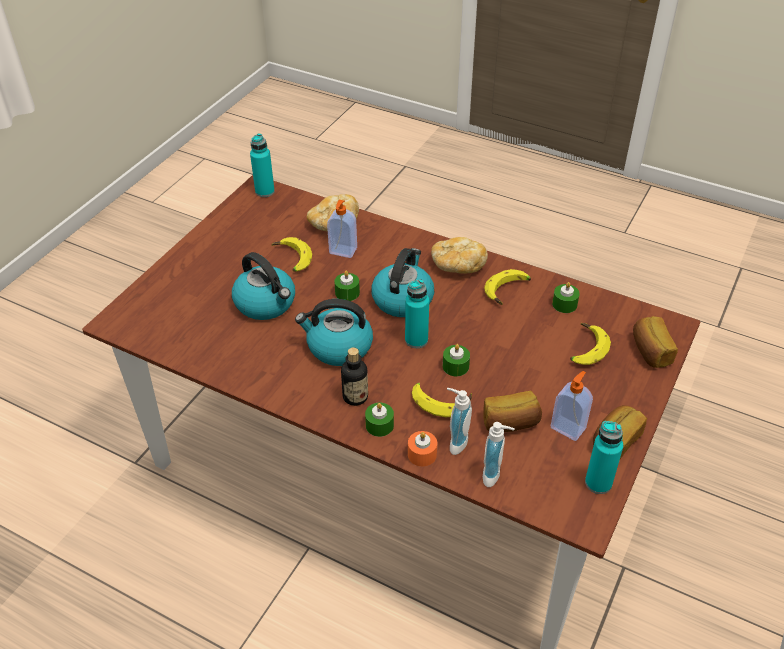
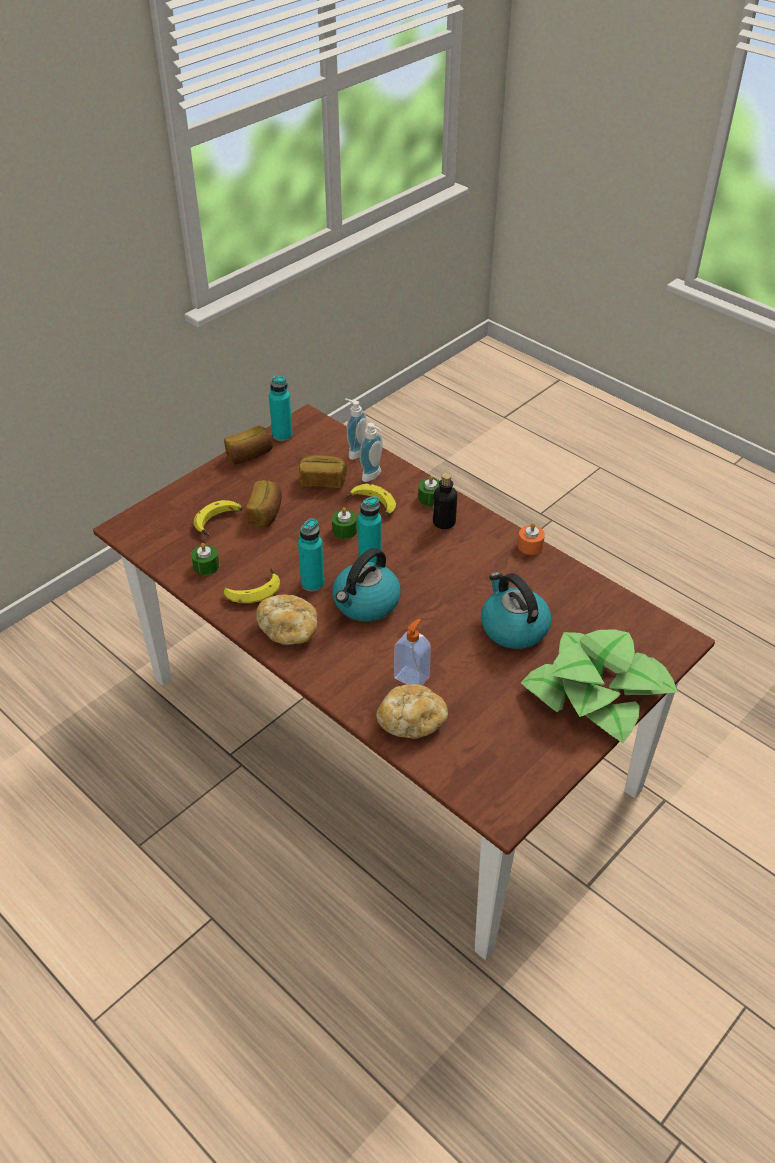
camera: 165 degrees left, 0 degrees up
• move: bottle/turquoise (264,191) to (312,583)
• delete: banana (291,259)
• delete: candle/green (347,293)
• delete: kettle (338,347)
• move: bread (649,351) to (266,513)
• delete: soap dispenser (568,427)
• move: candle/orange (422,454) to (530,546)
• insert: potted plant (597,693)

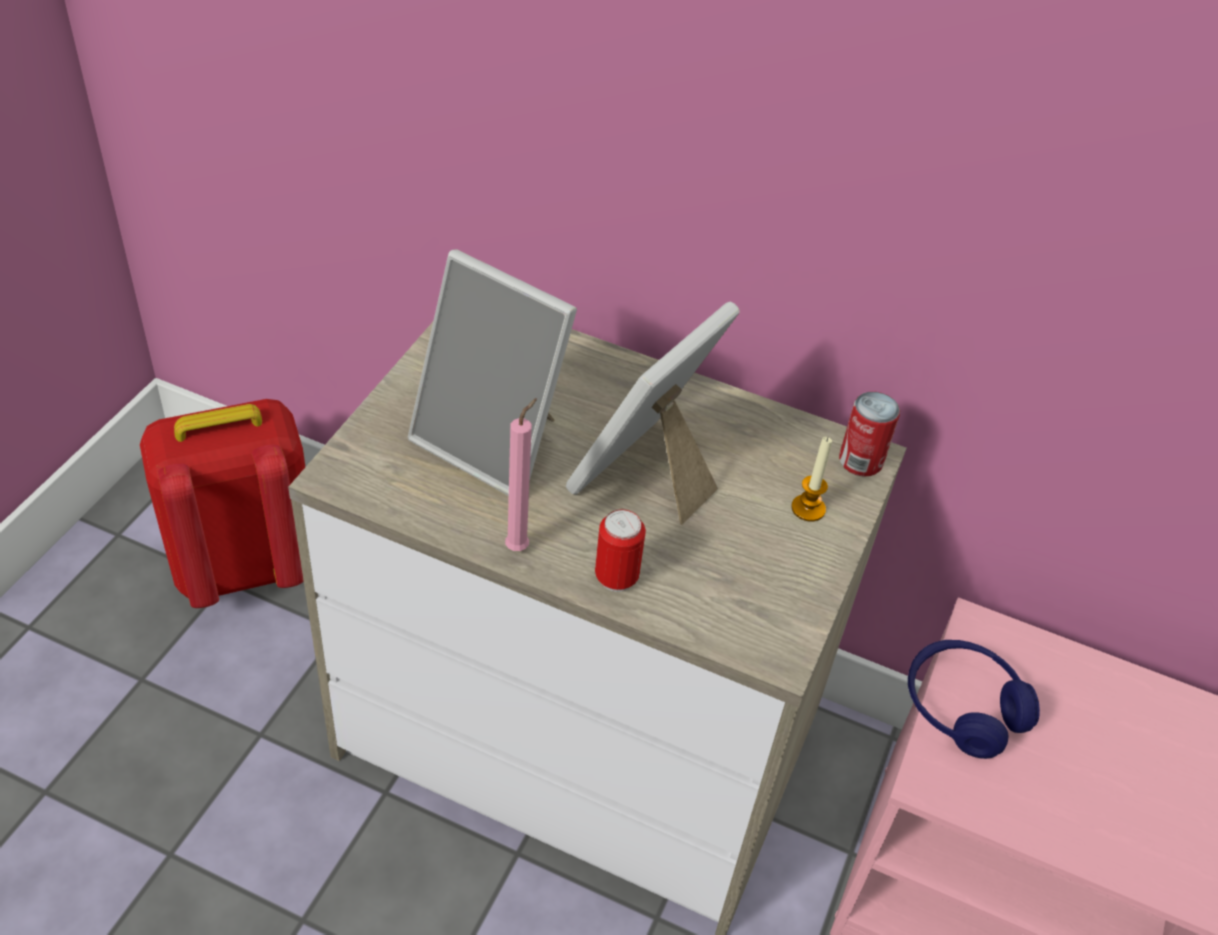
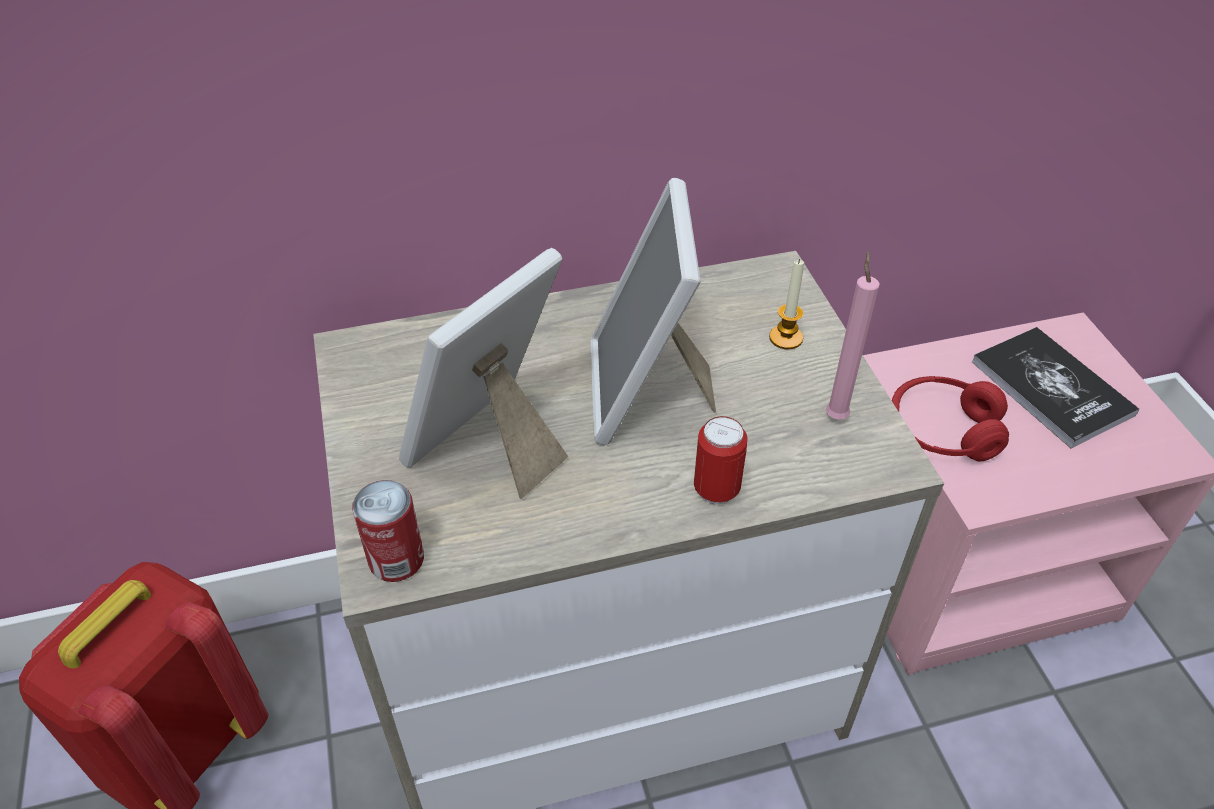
camera: 35 degrees left, 0 degrees up
• rotate: picture frame (494,443) = (492,446) 135 degrees clockwise
• move: can (860,461) to (396,560)
• move: candle/pink (520,546) to (835,414)
• recolor: headphones/blue (963,707) to headphones/red (942,431)
• insert: book (1051,388)

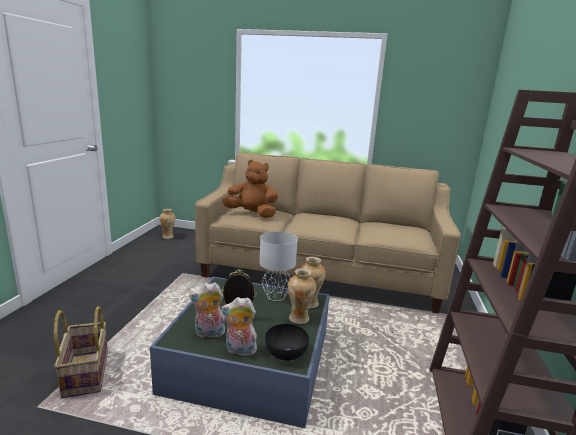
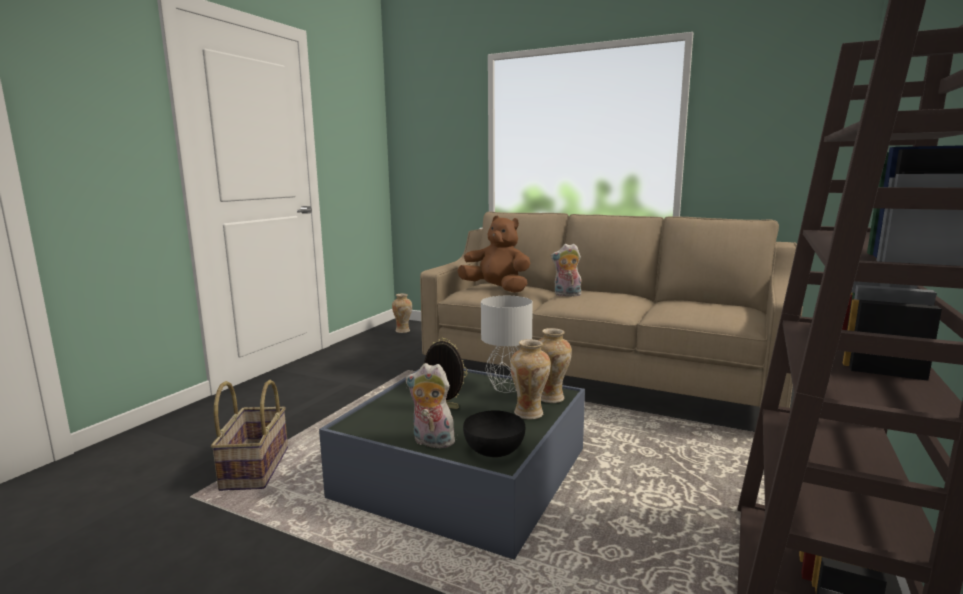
camera: 15 degrees right, 5 degrees down
• move: plush toy (209,334) to (566,295)

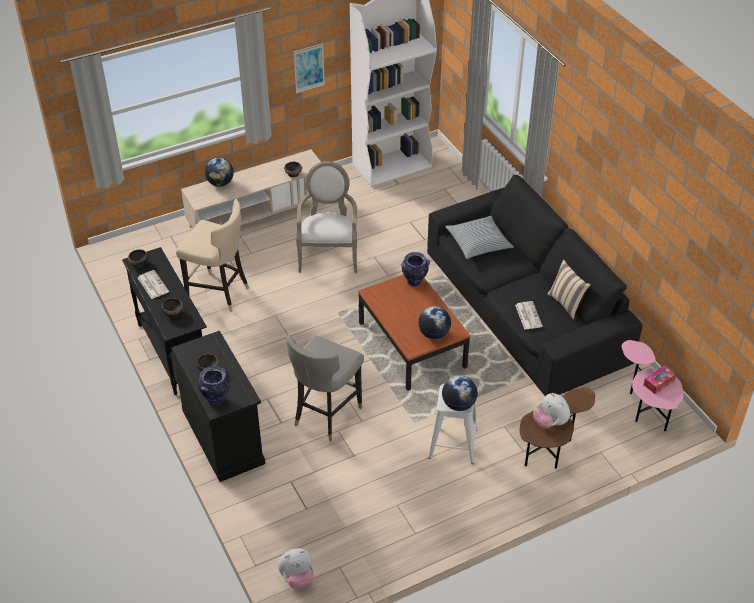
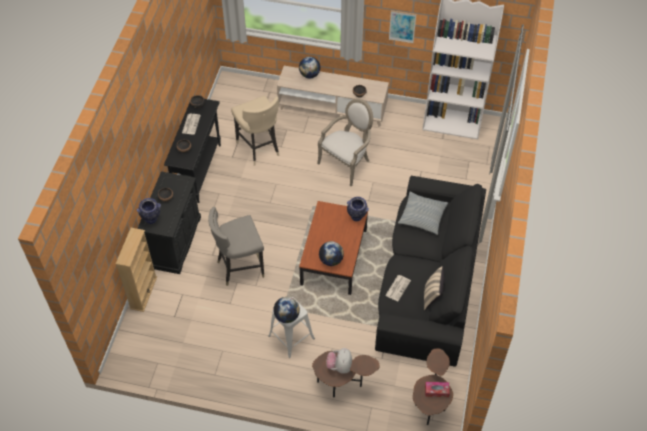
camera: 40 degrees right, 10 degrees up
• recolor: side table/pink (645,409) to side table/brown (430,401)
• delete: plush toy (297,578)
• insert: bookcase/beige (143,292)

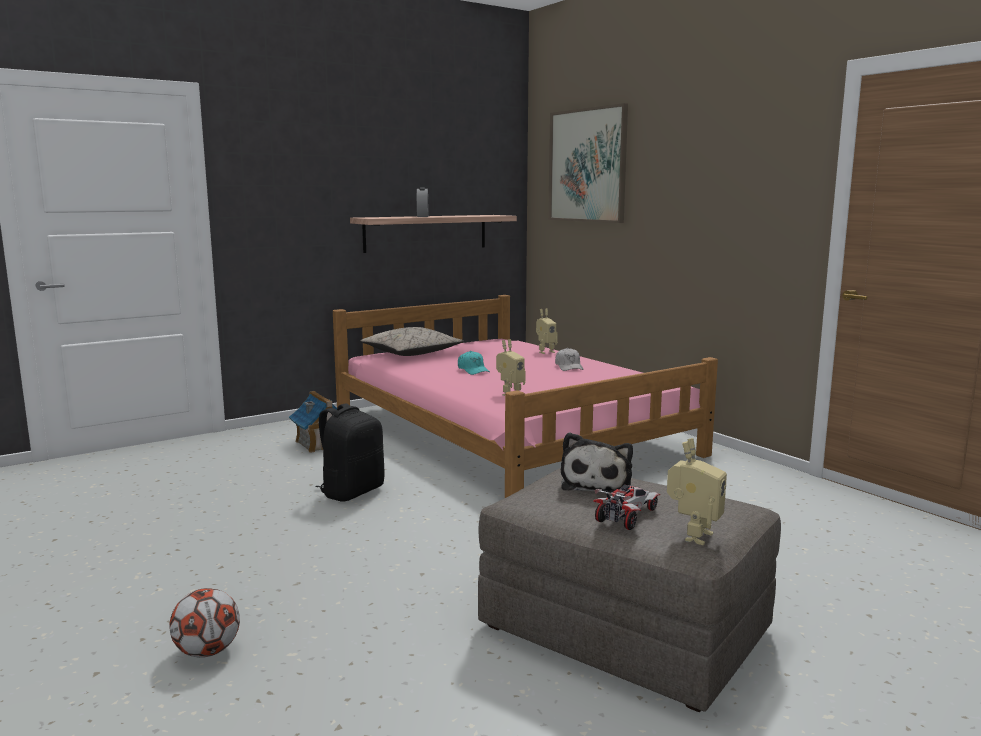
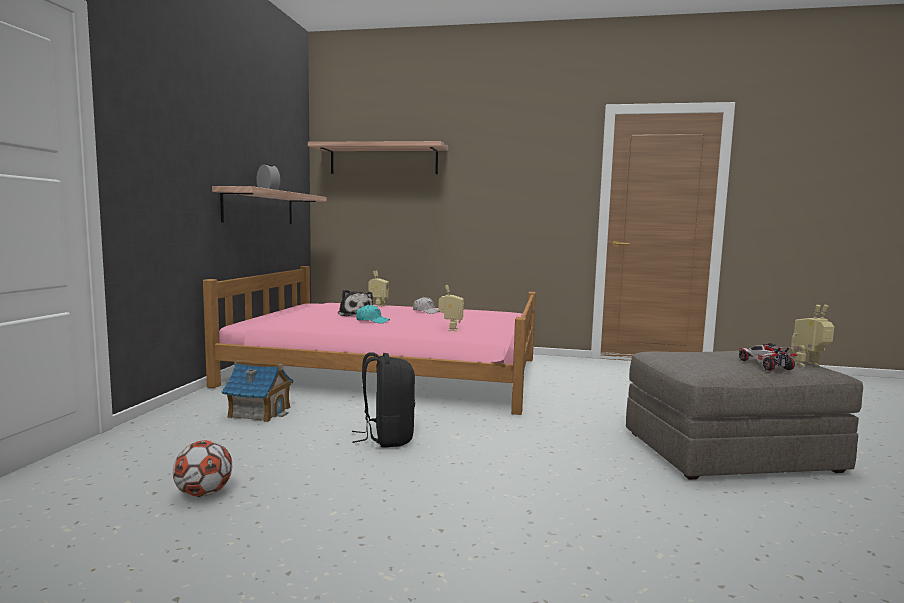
camera: 45 degrees left, 5 degrees down
• replace: picture (587,165) to shelf (383,160)
• delete: pillow/beige (411,353)
• move: plush toy (597,483) to (354,314)
• rotate: toy robot (693,535) = (809,365) 90 degrees counterclockwise
• move: football (207,652) to (204,494)

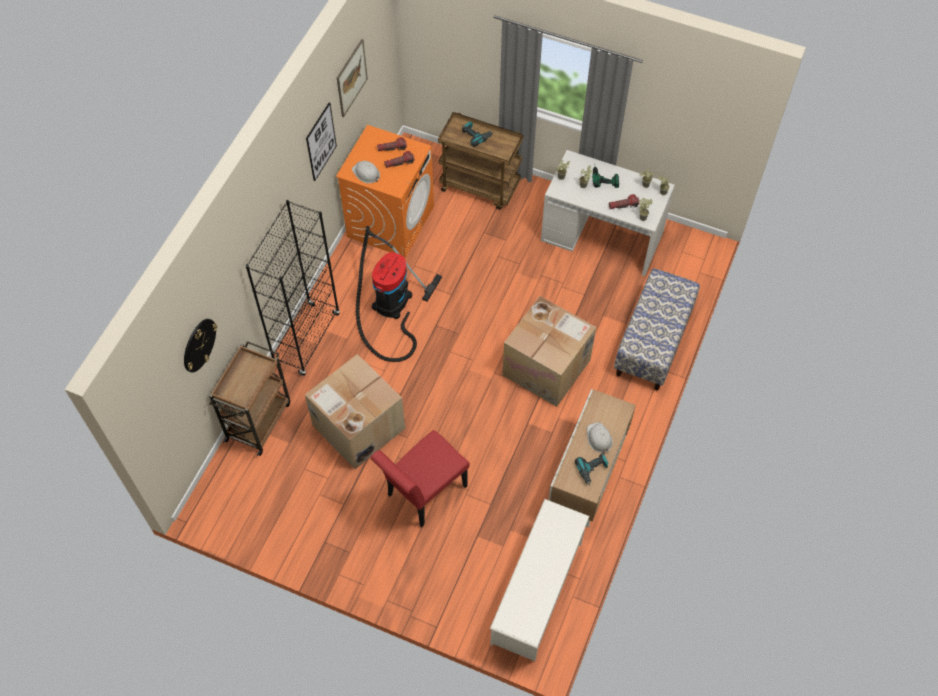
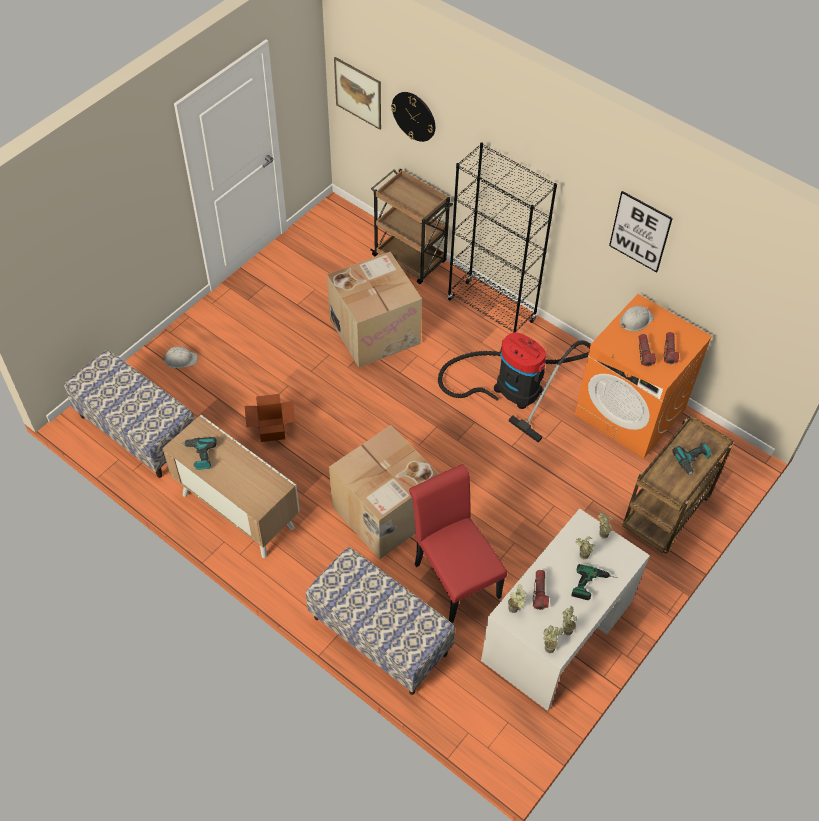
camera: 105 degrees right, 5 degrees down
• move: picture (351,78) to (358,93)
• move: hard hat/white (599,438) to (180,359)
• move: chair/red (423,494) to (453,575)
• replace: shoe rack/white (537,592) to bench (137,431)
• insert: cardboard box (271,430)

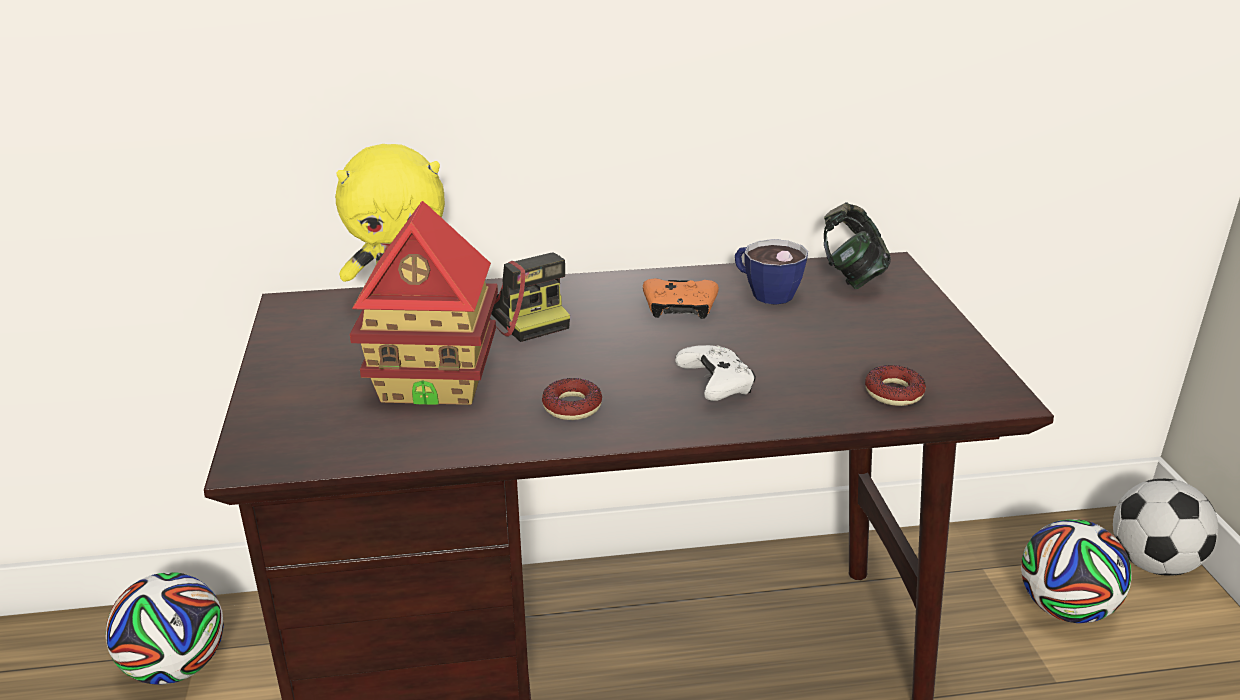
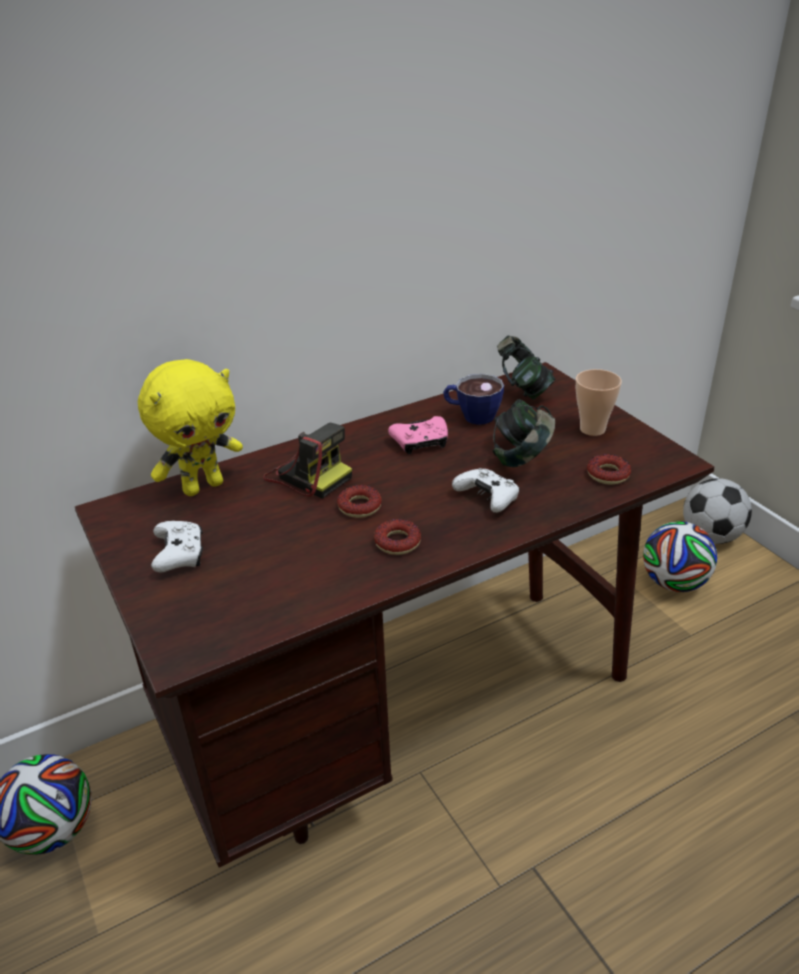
camera: 20 degrees left, 5 degrees up
• delete: toy house (434,382)
• recolor: game controller/orange (679,309) to game controller/pink (421,443)
• insert: cup (592,429)
• insert: headphones (521,458)
• insert: donut (359,506)
• insert: game controller/white (180,555)

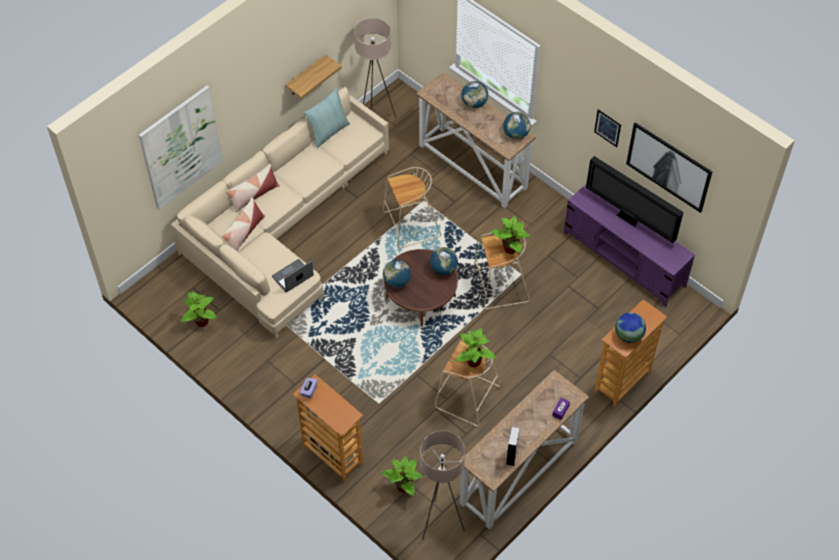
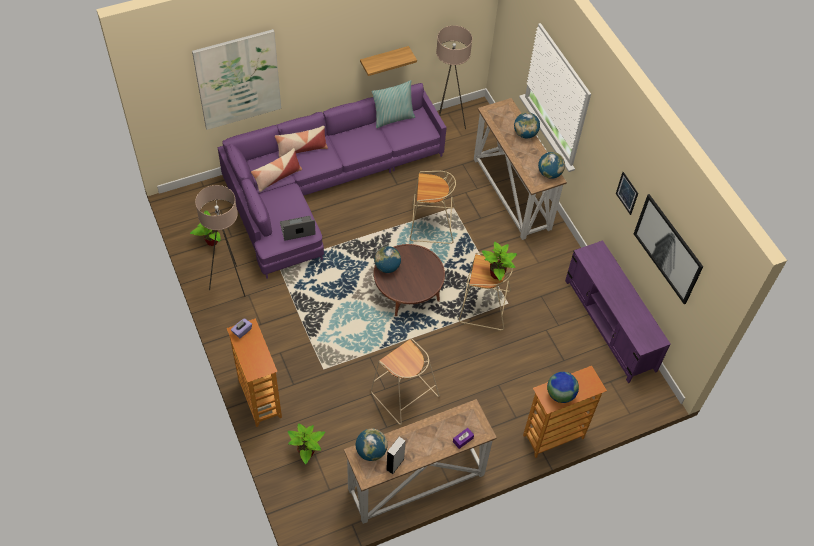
camera: 20 degrees right, 0 degrees up
• recolor: sofa/beige (283,226) to sofa/purple (321,186)
• delete: television (628,220)
• move: globe (443,269) to (371,451)
• delete: potted plant (473,362)
• move: floor lamp/beige (440,523) to (230,283)

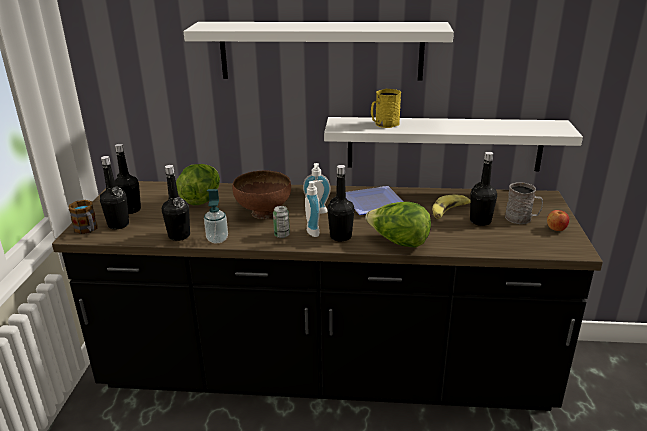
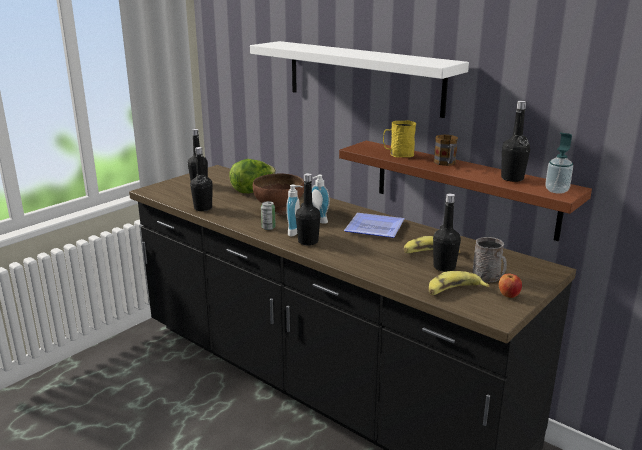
camera: 35 degrees right, 5 degrees down
• recolor: shelf/white (444,144) to shelf/brown (463,188)
• move: bottle/black (118,225) to (512,178)
• move: soap dispenser (217,239) to (556,190)
• move: mug (88,230) to (446,163)
• delete: lettuce (398,242)
• insert: banana (454,291)

